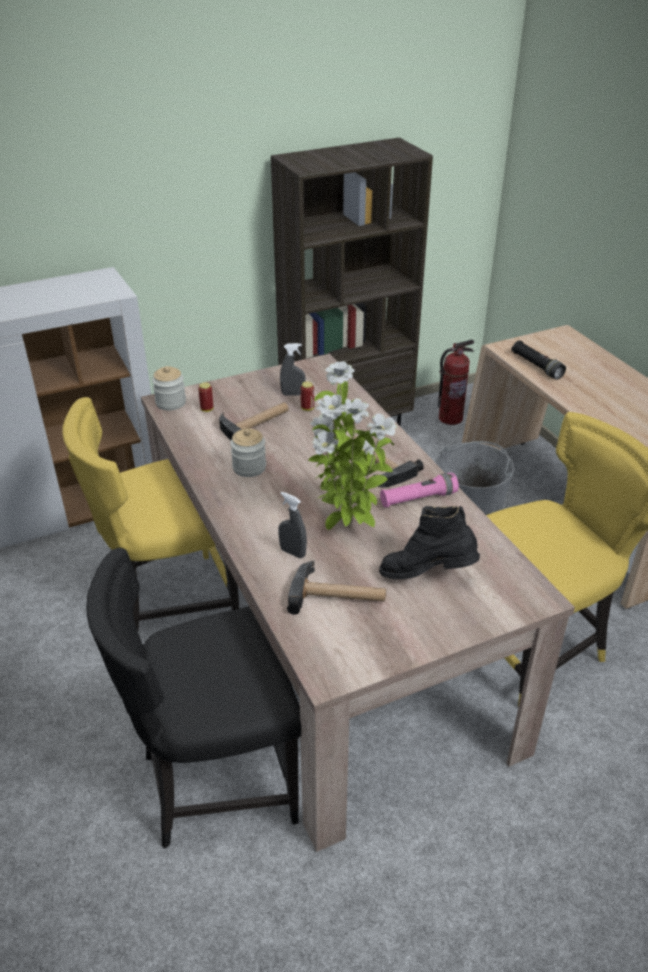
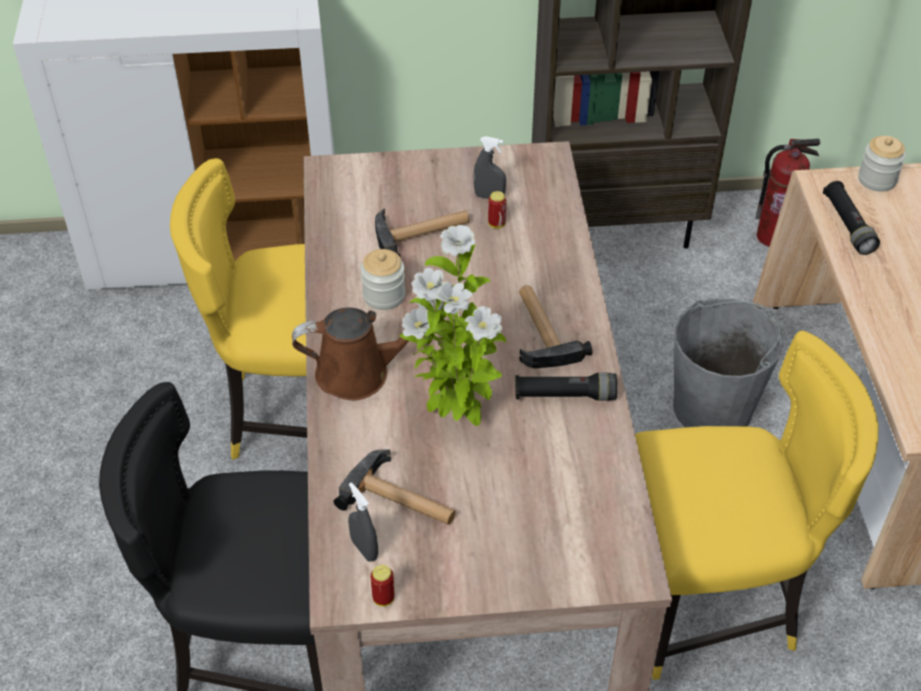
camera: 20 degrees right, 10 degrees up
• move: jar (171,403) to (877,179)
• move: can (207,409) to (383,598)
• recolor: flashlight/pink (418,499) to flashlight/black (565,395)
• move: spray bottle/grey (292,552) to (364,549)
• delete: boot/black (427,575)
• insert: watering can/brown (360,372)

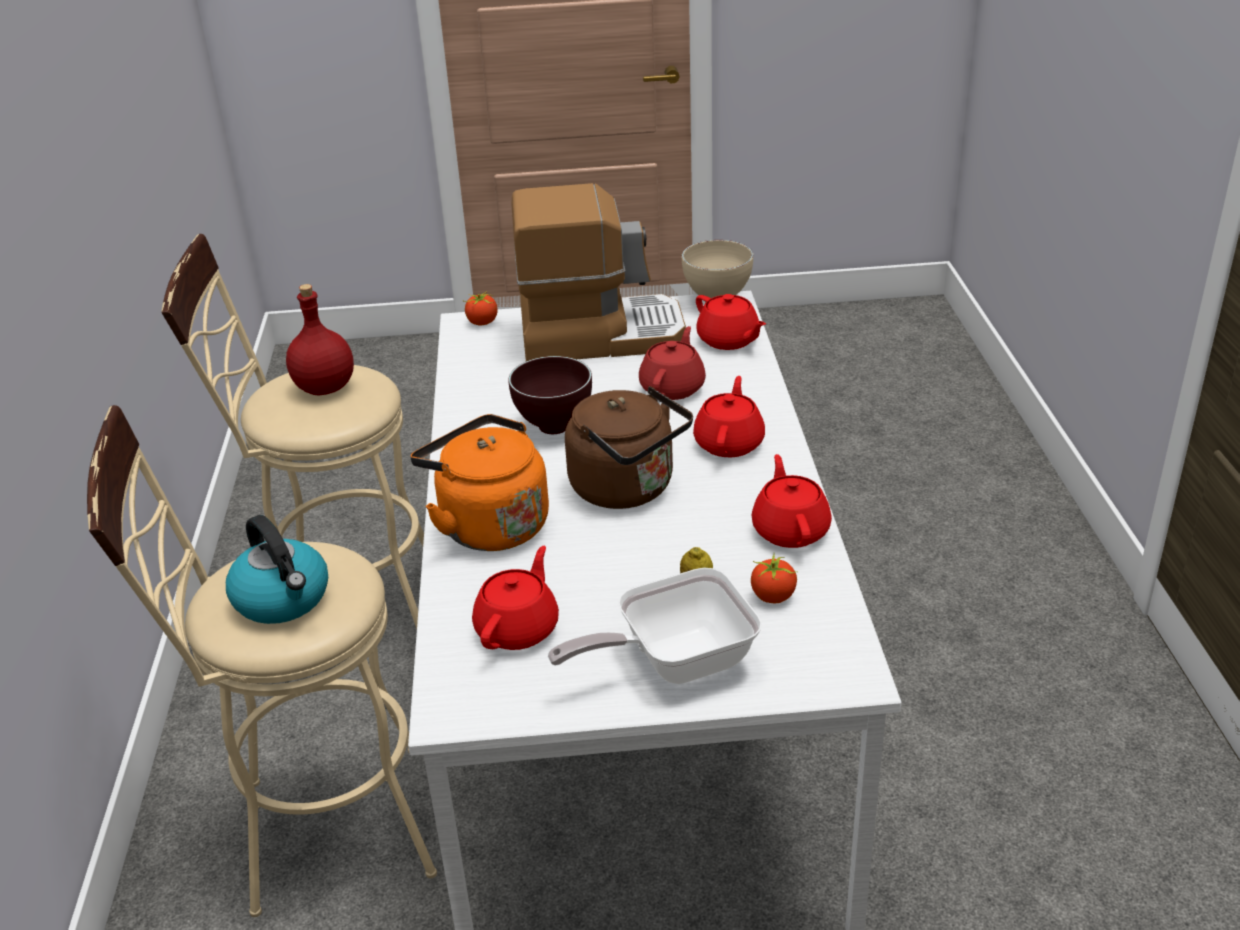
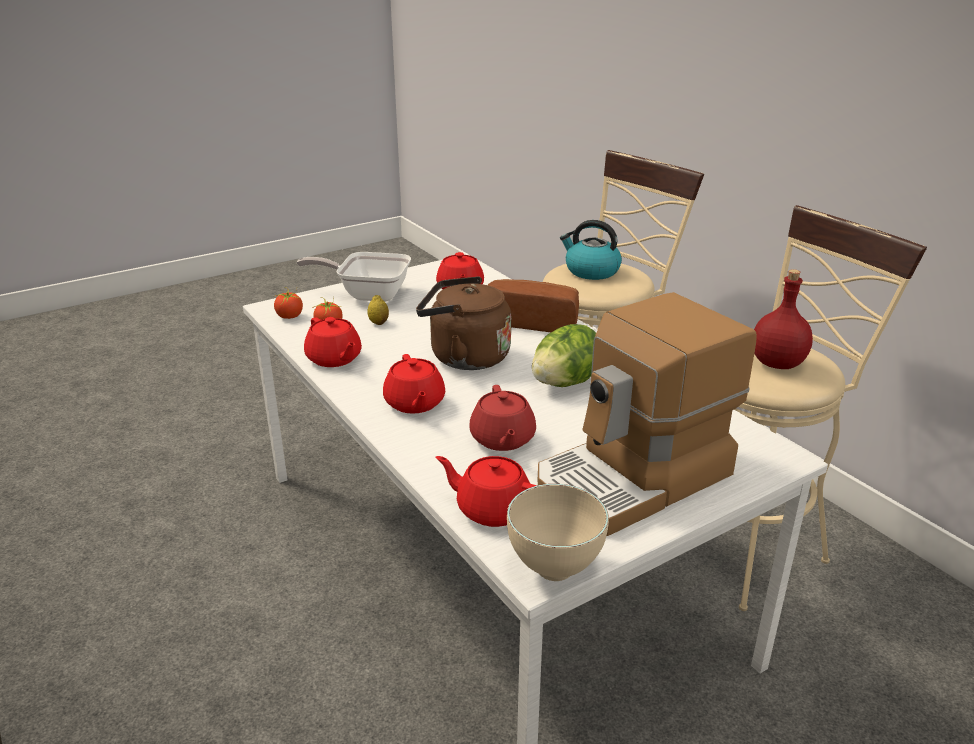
camera: 150 degrees right, 5 degrees down
• move: tomato (482,322) to (289,316)
• replace: bowl/brown (552,427) to lettuce (566,382)
• replace: kettle/orange (489,525) to bread (532,321)
• rotate: frying pan (674,662) = (368,294) 120 degrees counterclockwise

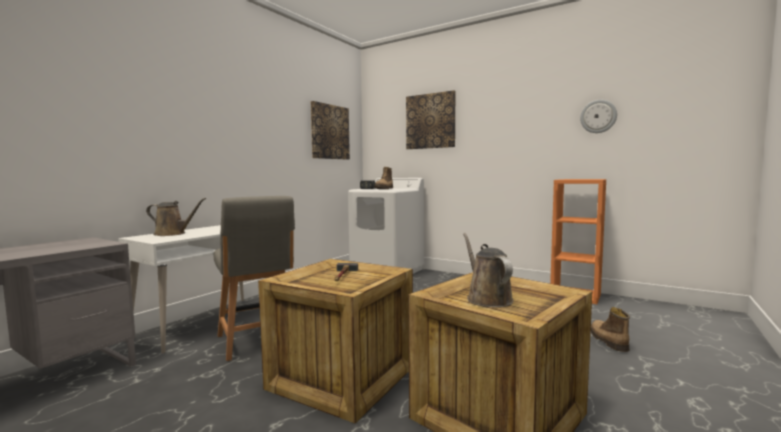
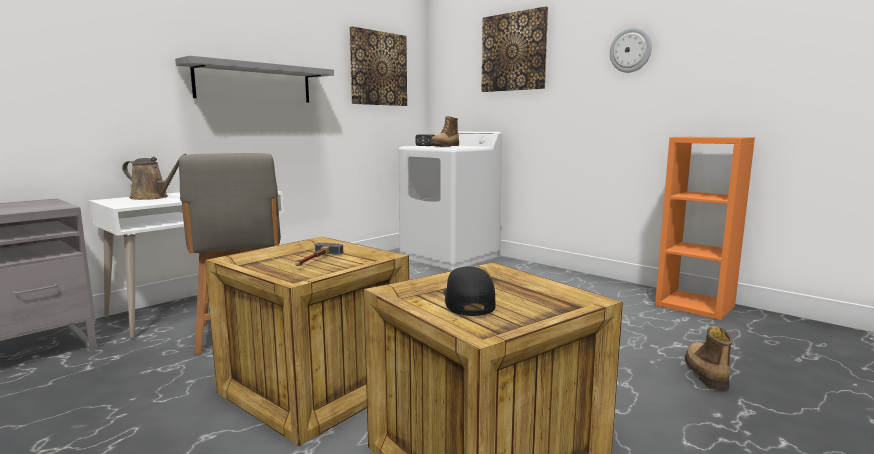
camera: 10 degrees right, 5 degrees up
• move: wall clock (598,116) to (631,50)
• replace: watering can/brown (487,298) to cap/black (468,302)
• insert: shelf/grey (254,83)

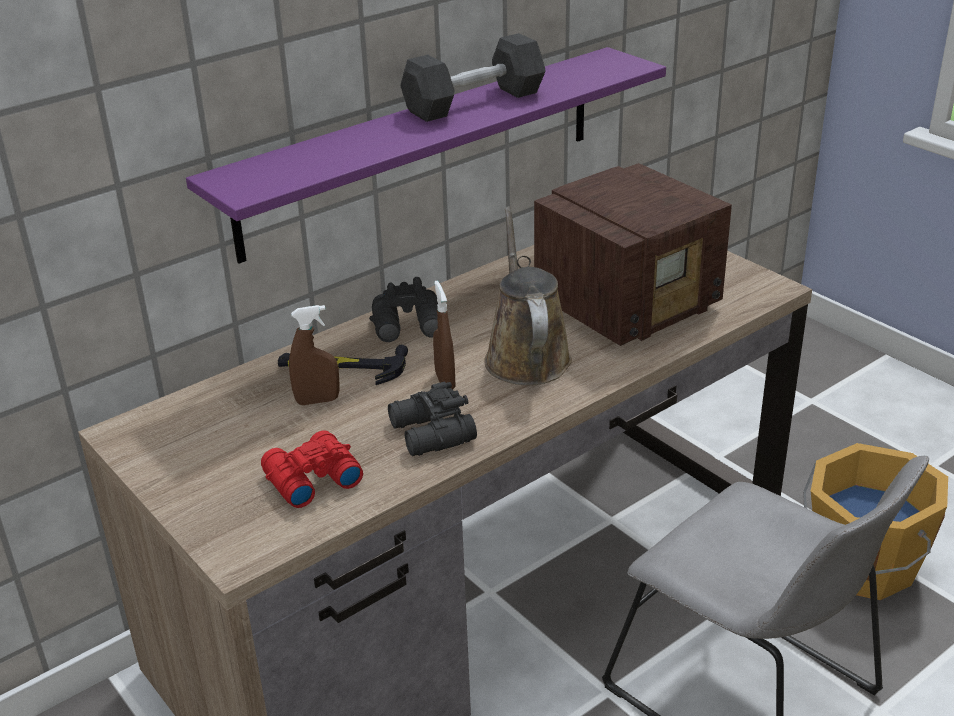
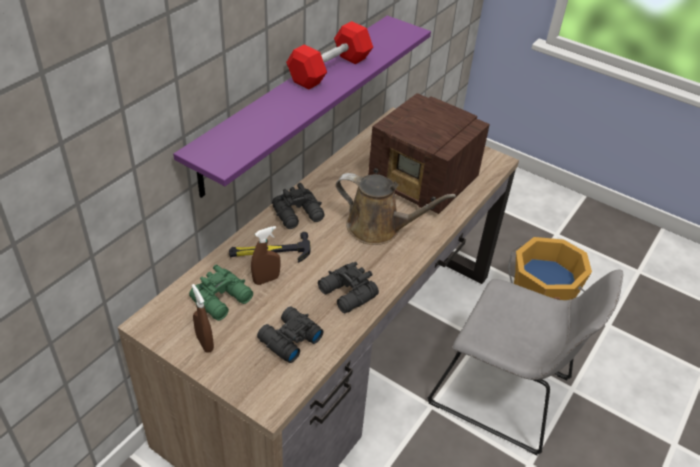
camera: 20 degrees left, 10 degrees up
• recolor: dumbbell/black (474,102) to dumbbell/red (330,70)
• rotate: radio (630,305) = (424,183) 90 degrees clockwise
• rotate: watering can/brown (525,356) = (378,228) 135 degrees clockwise
• move: spray bottle/brown (445,381) to (204,343)
• recolor: binoculars/red (310,479) to binoculars/black (288,339)
• insert: binoculars/green (223,300)

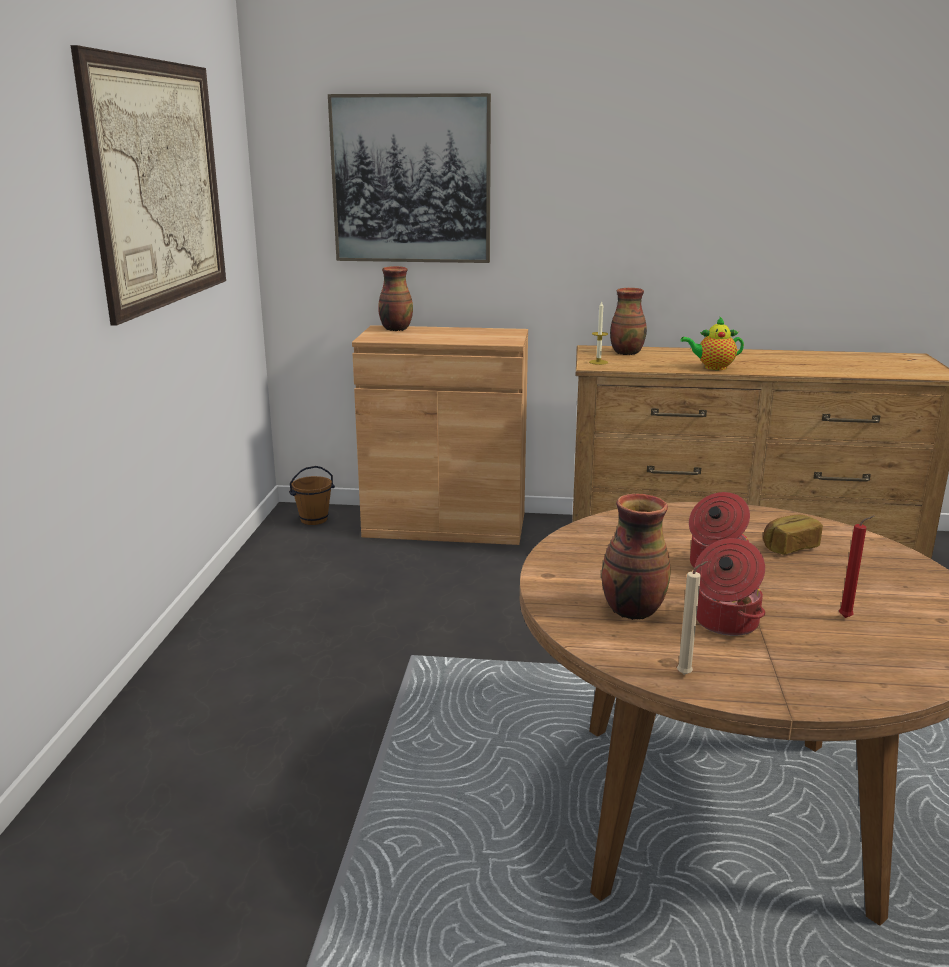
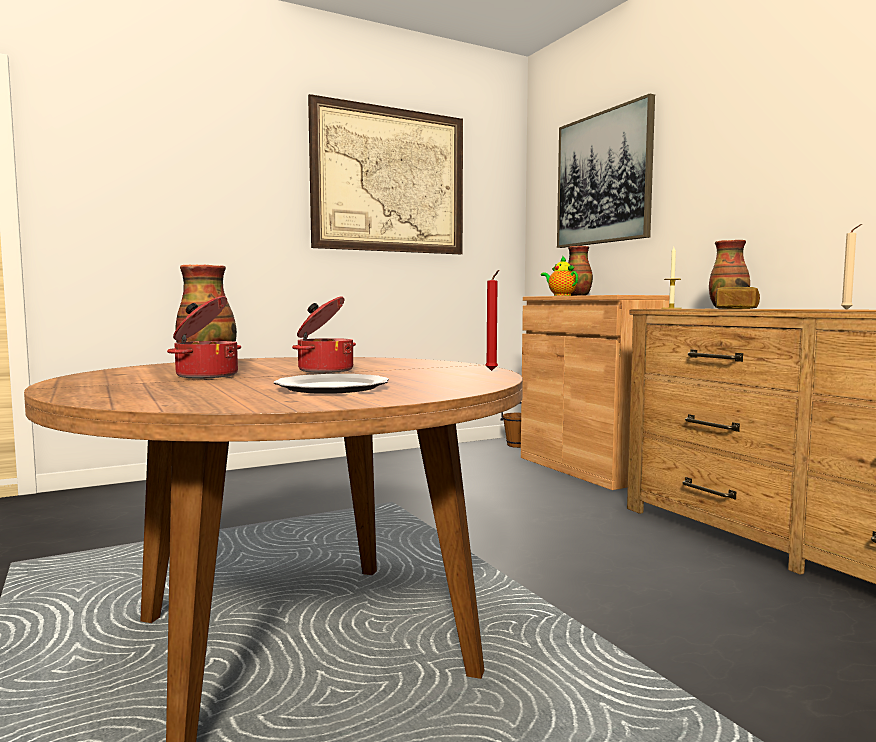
camera: 55 degrees right, 15 degrees down
• move: teapot (712,367) to (560,295)
• move: bread (789,547) to (736,308)
• move: candle/red (847,618) to (492,371)
• move: candle/beige (686,674) to (848,309)
• insert: plate (334,388)

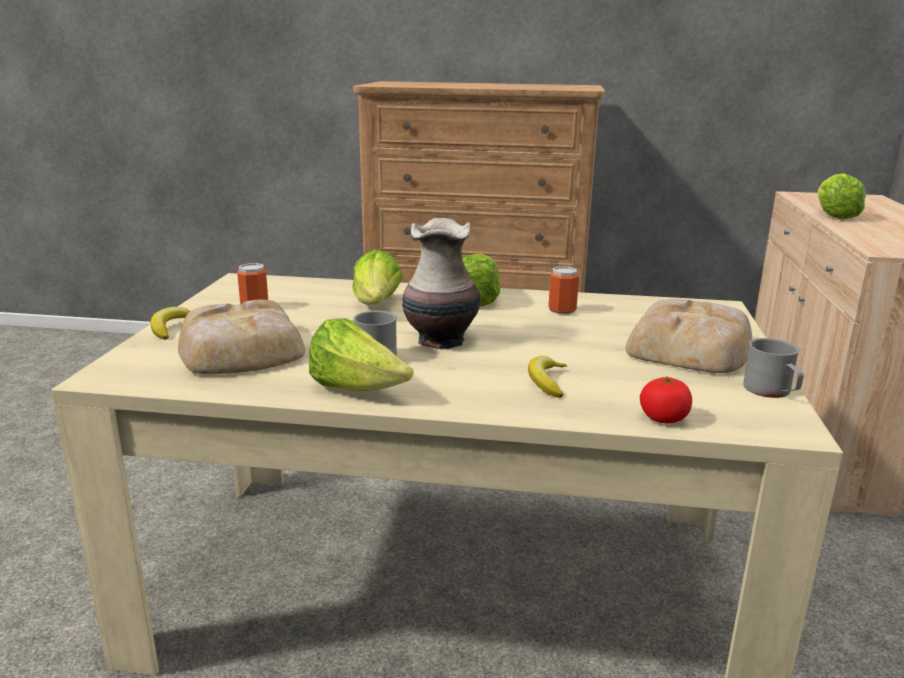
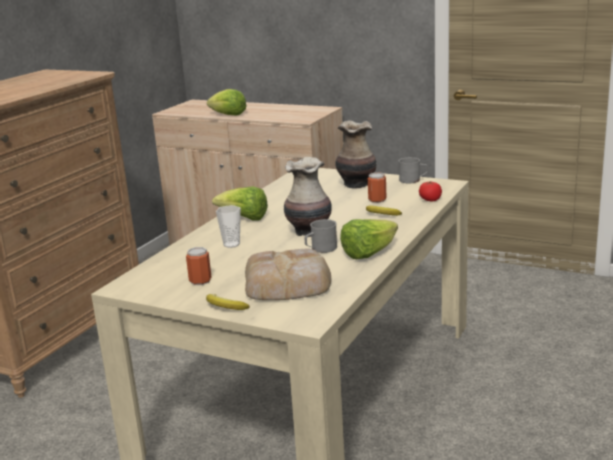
camera: 70 degrees left, 0 degrees up
• replace: lettuce (376,305) to cup (231,244)
• move: can (562,310) to (377,200)
• replace: bread (690,348) to vase (356,184)

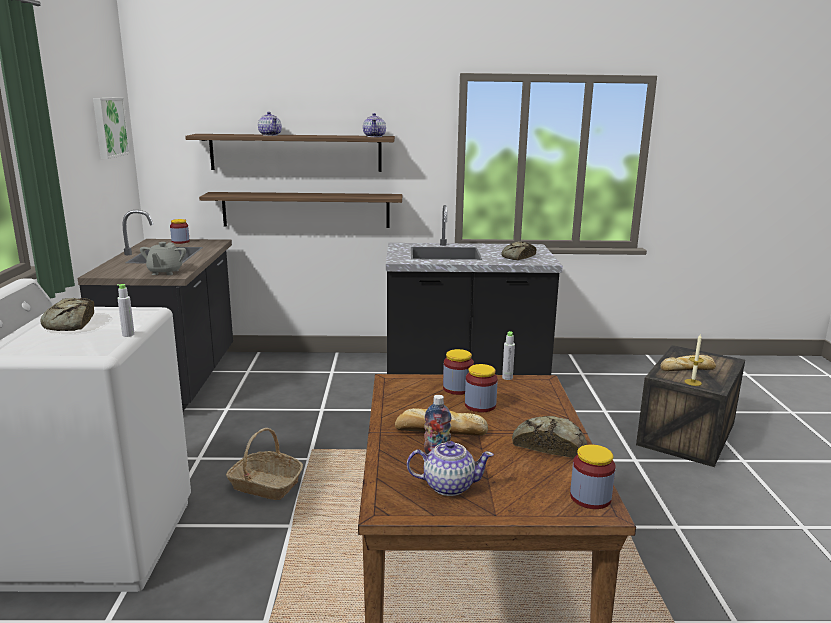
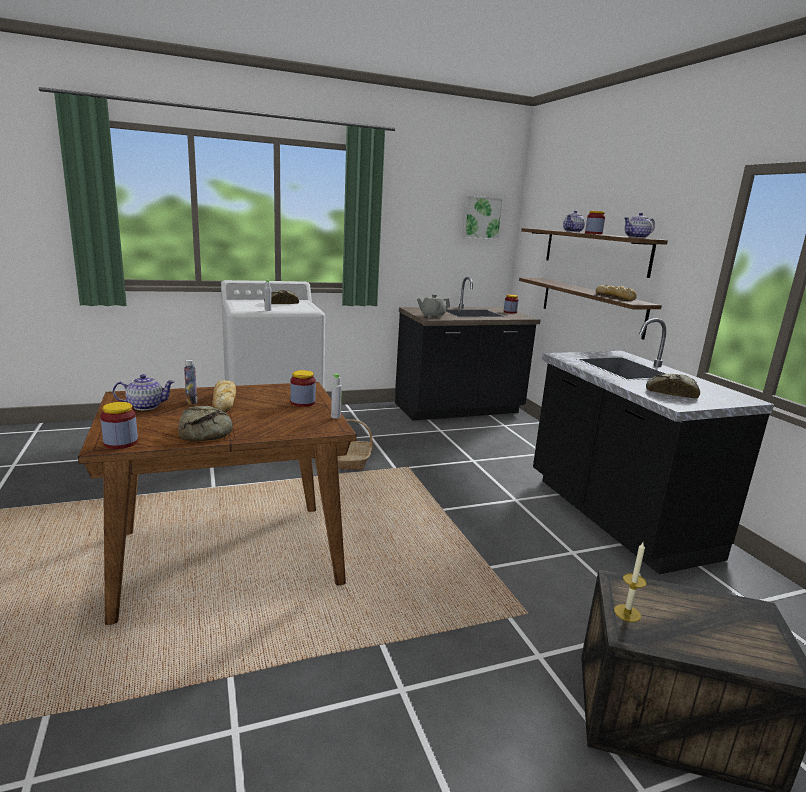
camera: 70 degrees right, 0 degrees up
• move: bread (688,369) to (615,297)
• move: jar (480,405) to (593,233)
• rotate: teapot (448,486) = (145,406) 90 degrees counterclockwise

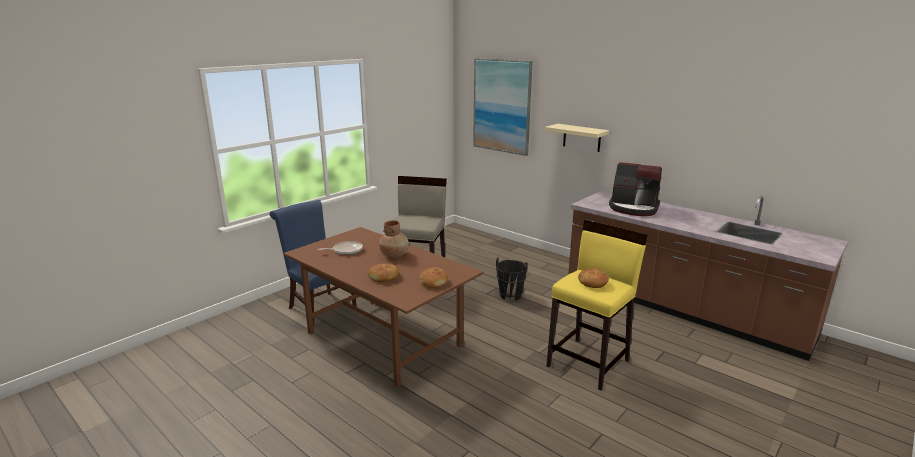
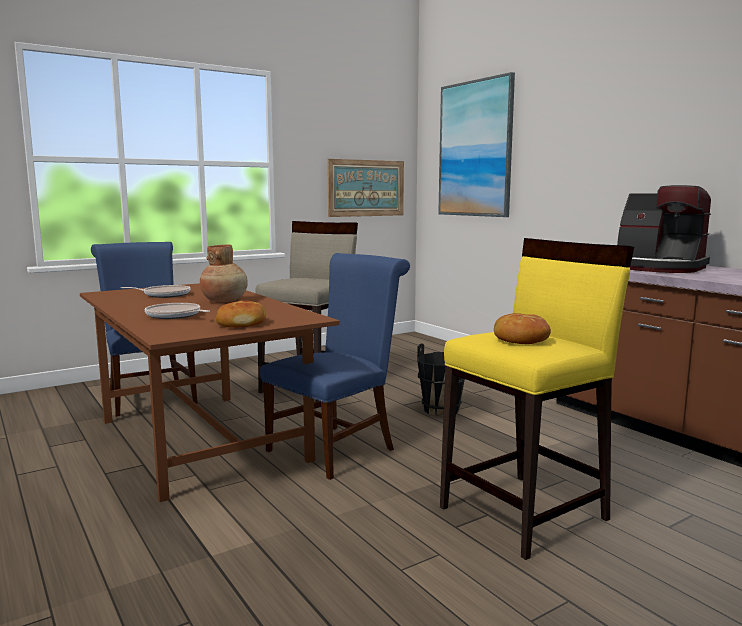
camera: 15 degrees right, 10 degrees down
• delete: shelf/beige (581,137)
• replace: bread (384,277) to frying pan (175,316)
• insert: picture (366,188)
• insert: chair/blue (336,448)

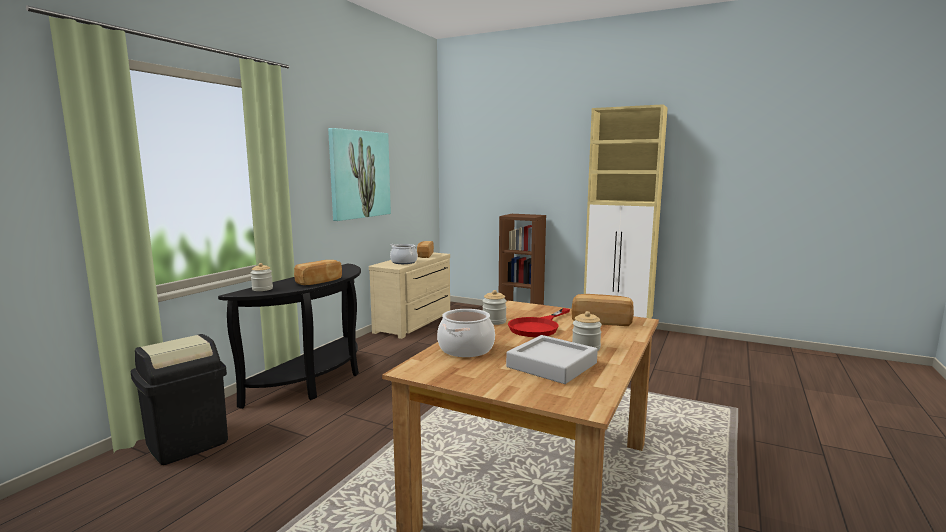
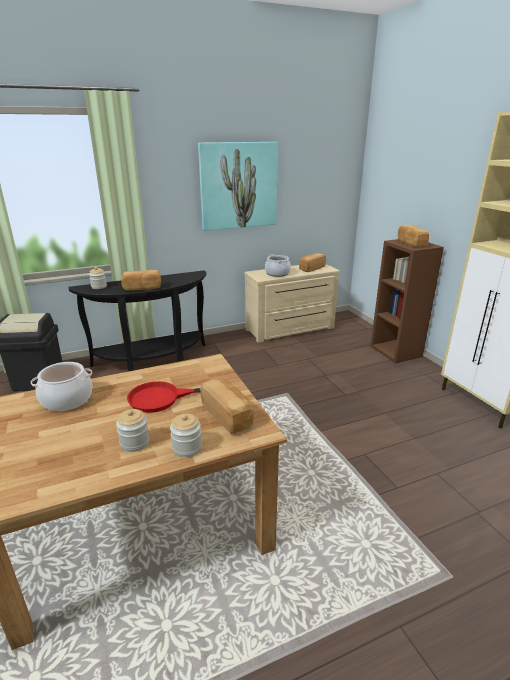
camera: 40 degrees right, 15 degrees up
• move: jar (494,321) to (187,448)
• delete: tray/grey (551,365)
• insert: bread (410,243)

